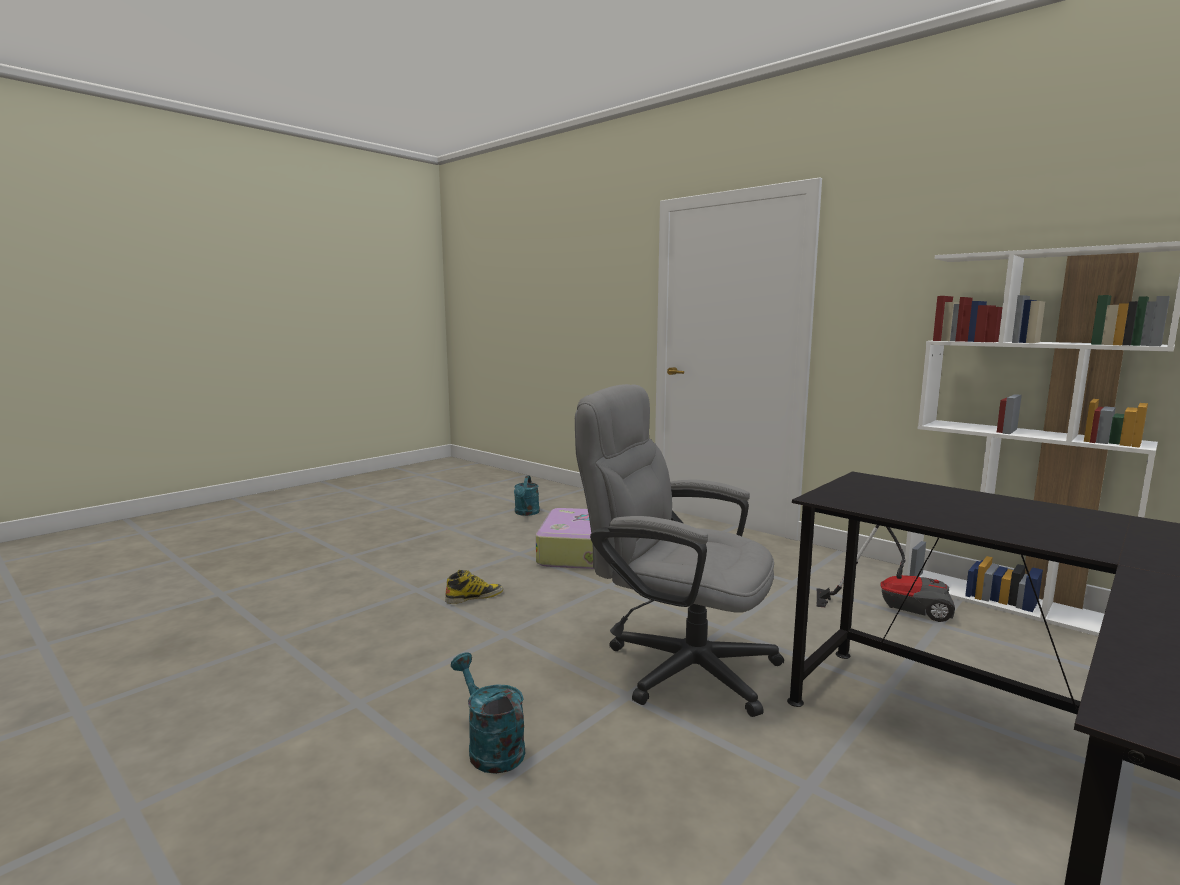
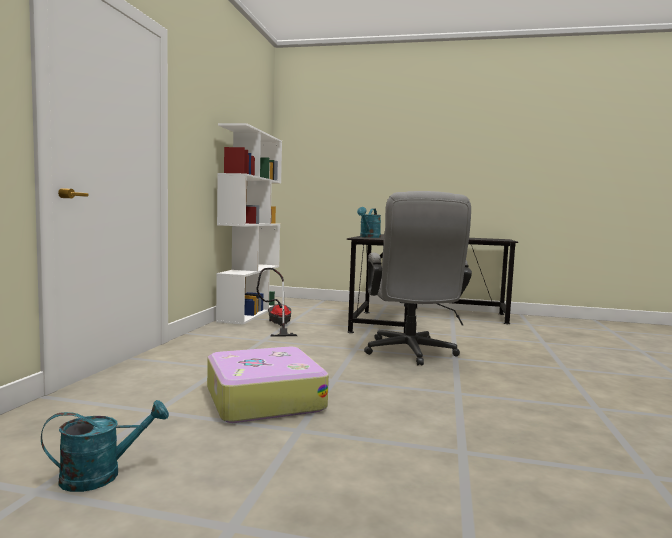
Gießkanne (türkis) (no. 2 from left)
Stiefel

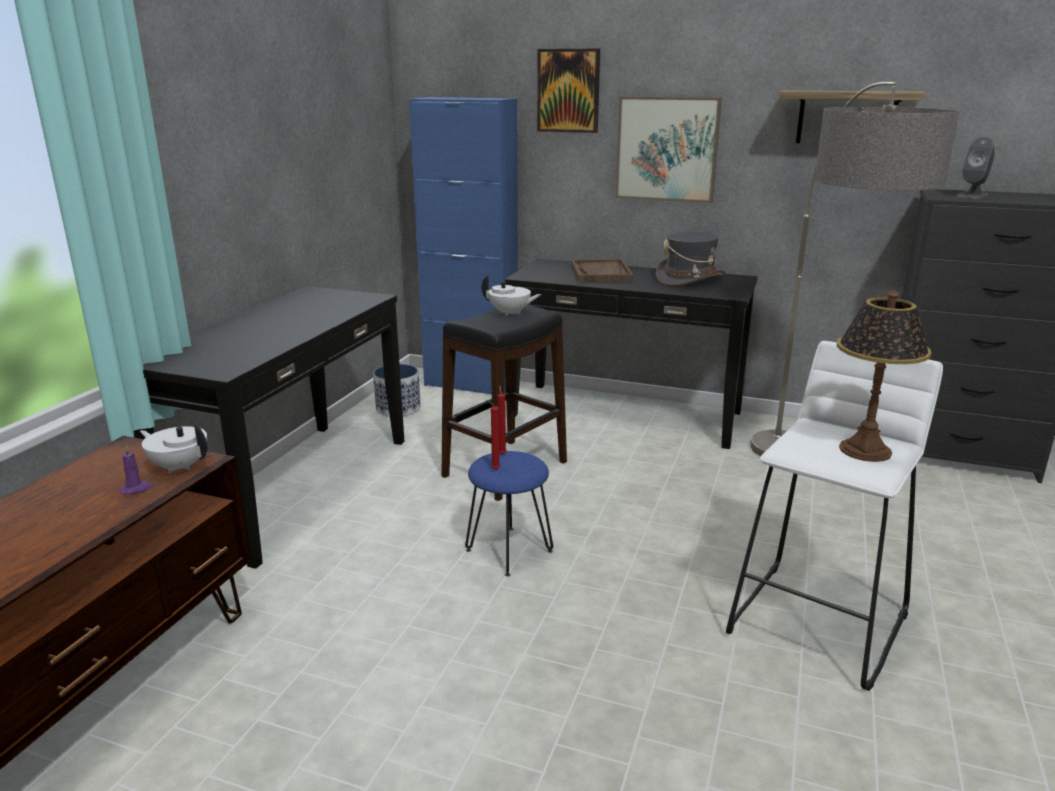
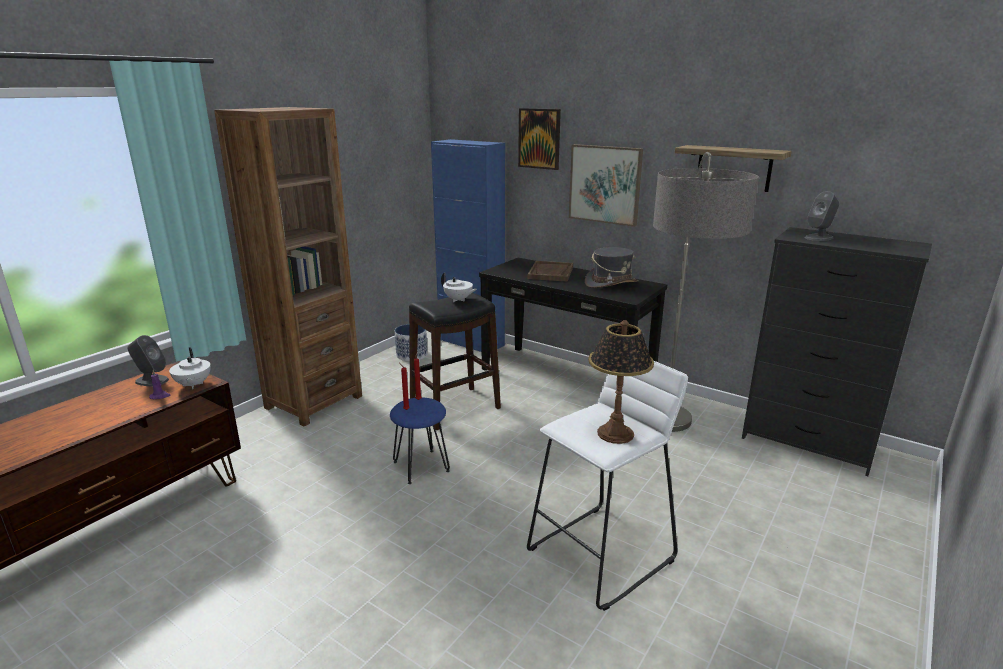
Lautsprecher (grau) (no. 1 from left)
Teekanne (weiß) (no. 1 from left)
Bücherregal (braun)

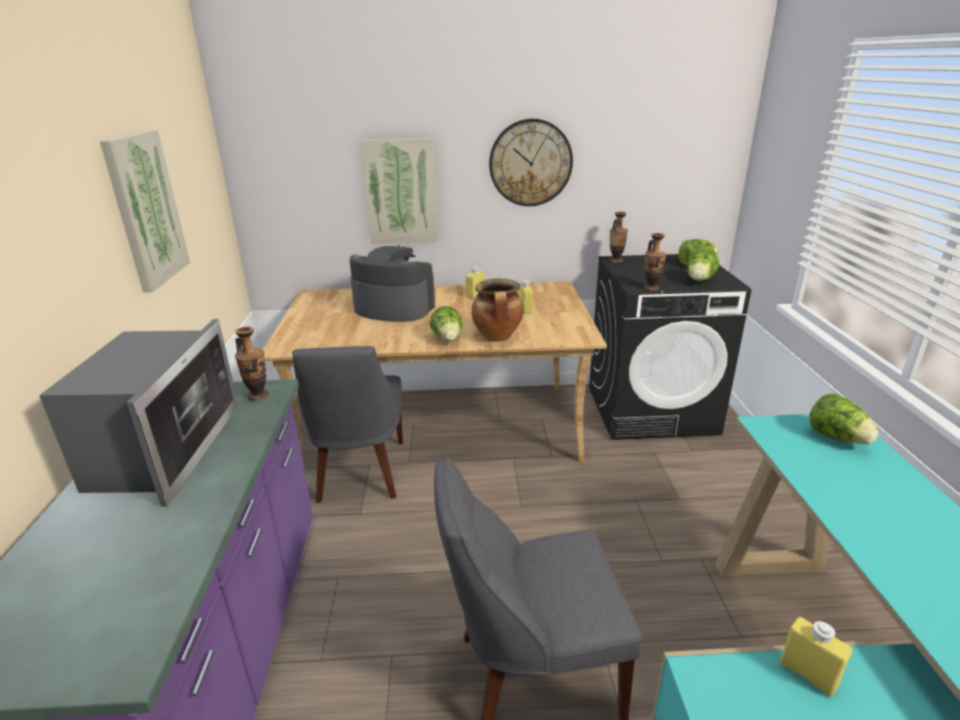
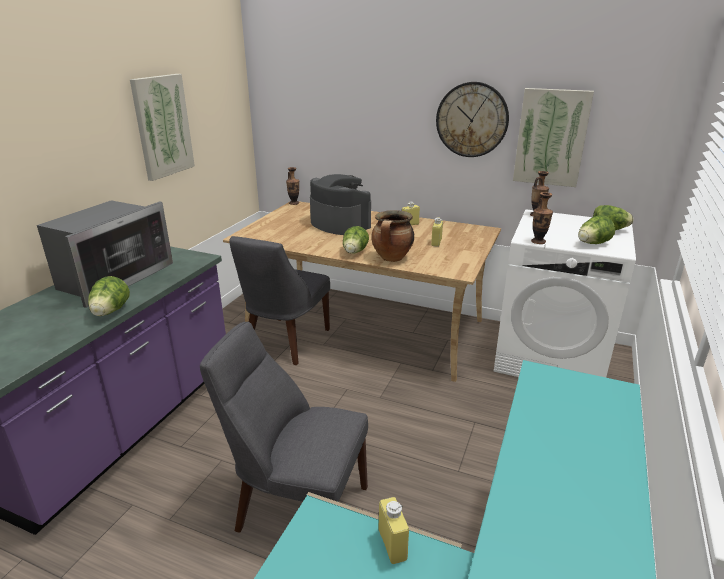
Salatkopf (no. 1 from left)
Vase (no. 1 from left)
Waschmaschine (weiß)
Bild (no. 2 from left)

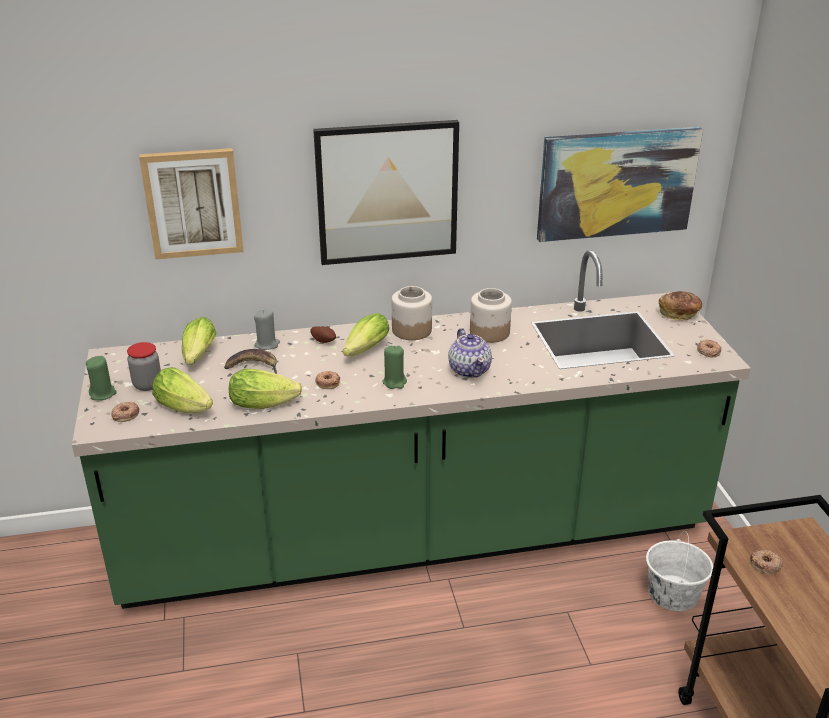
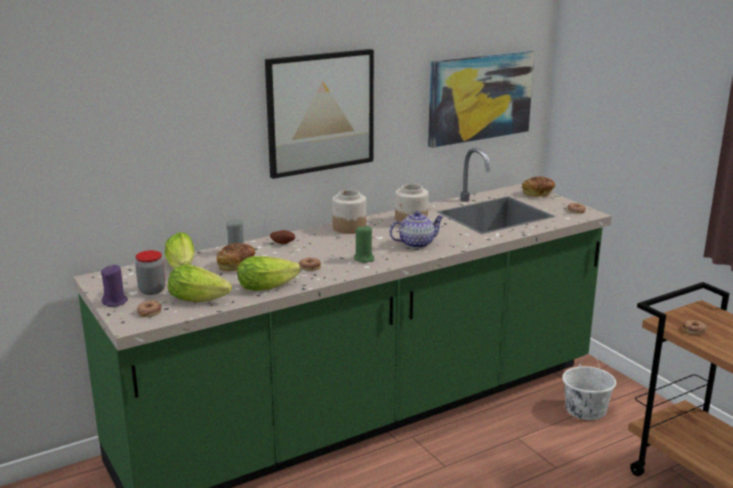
Kerze (lila)
Brot (no. 1 from left)
Teekanne
Bild (no. 1 from left in the first image)
Salatkopf (no. 4 from left in the first image)

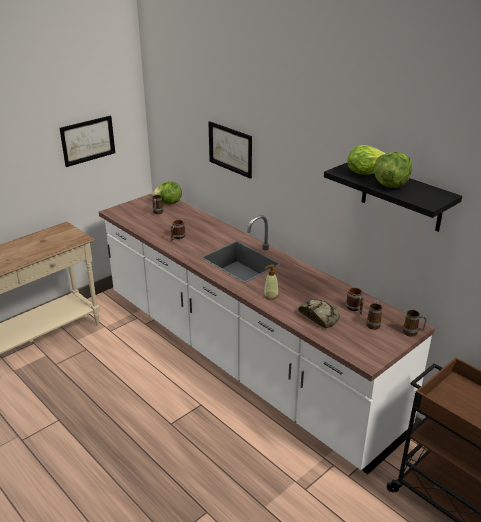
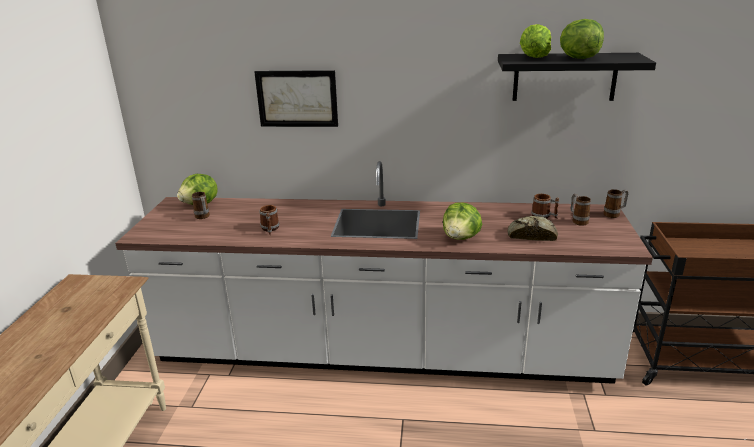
Salatkopf (no. 2 from left)
Bild (no. 1 from left in the first image)

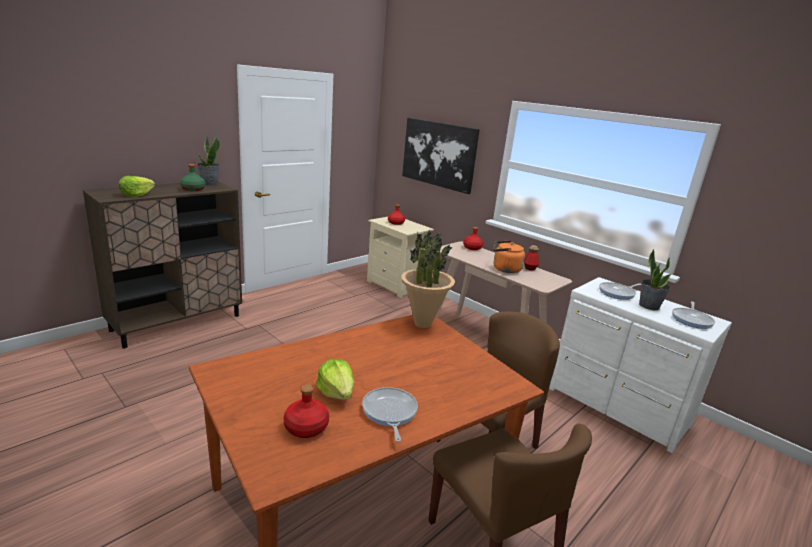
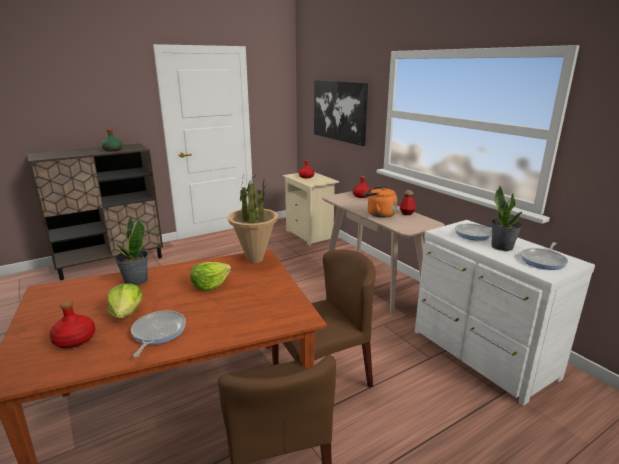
Topfpflanze (no. 1 from left)
Salatkopf (no. 2 from left)

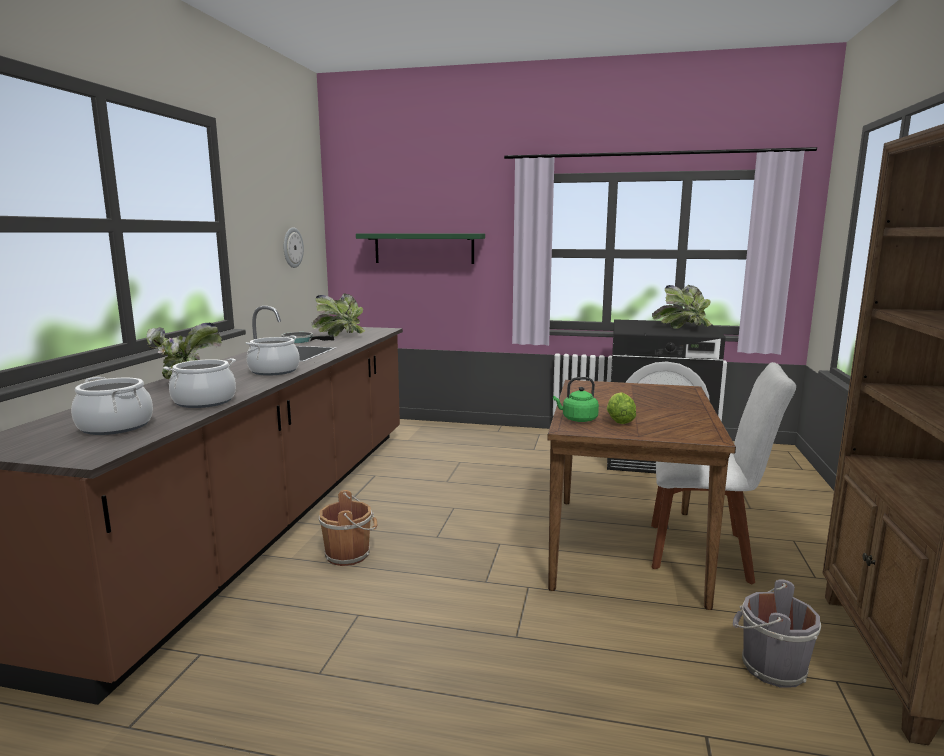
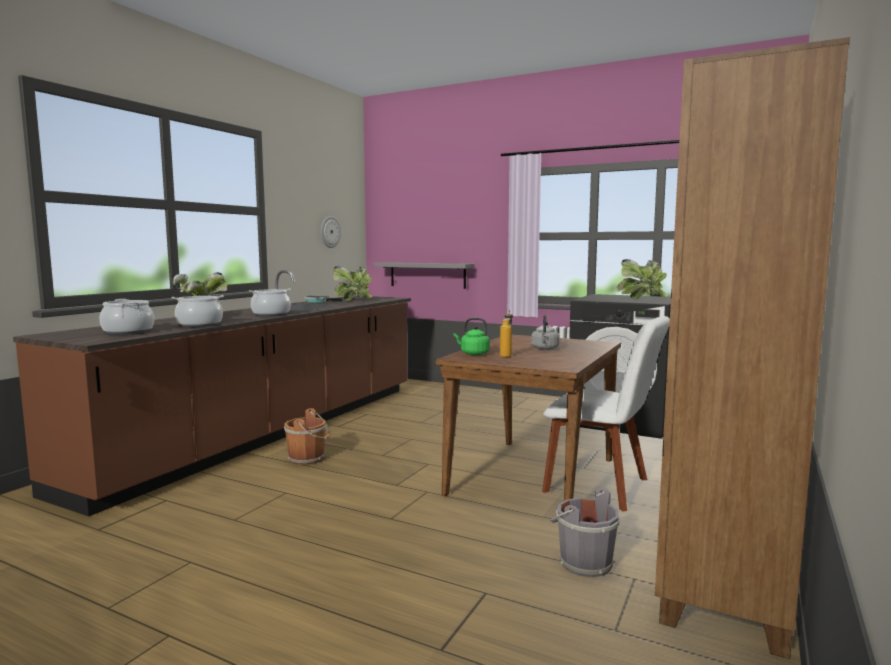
Wandregal (grau)
Flasche
Wasserkessel (grau)
Wandregal (grün)

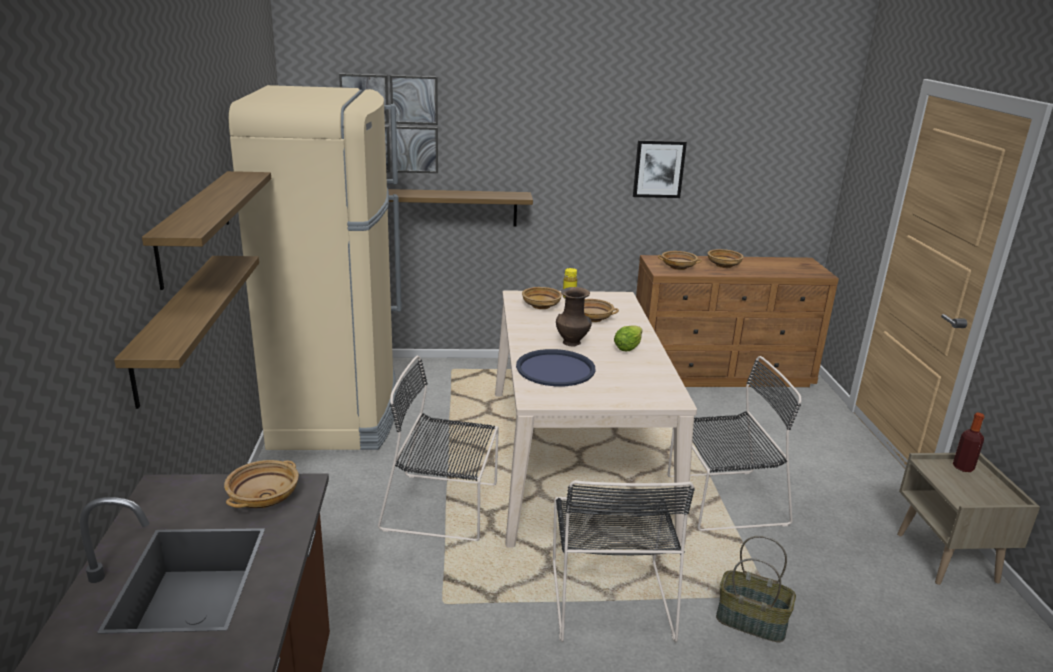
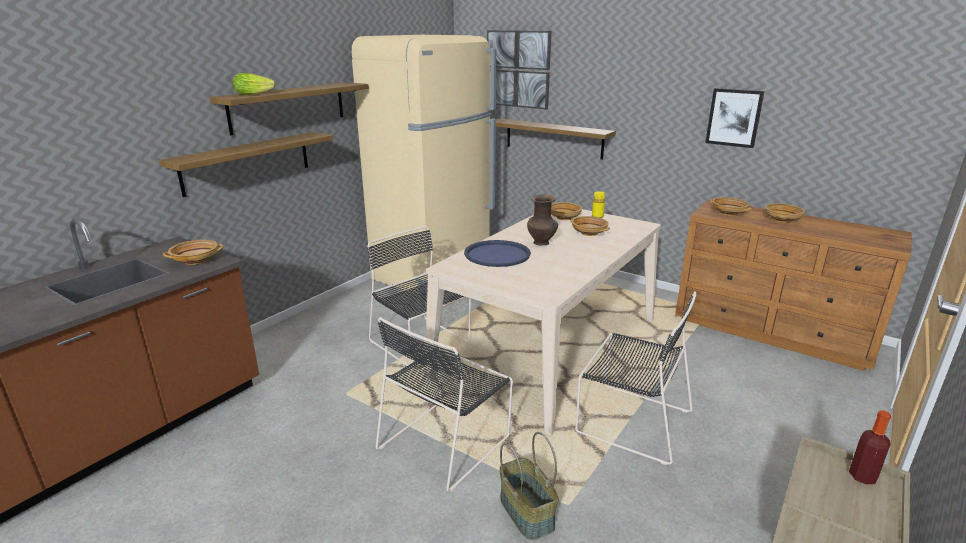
Salatkopf

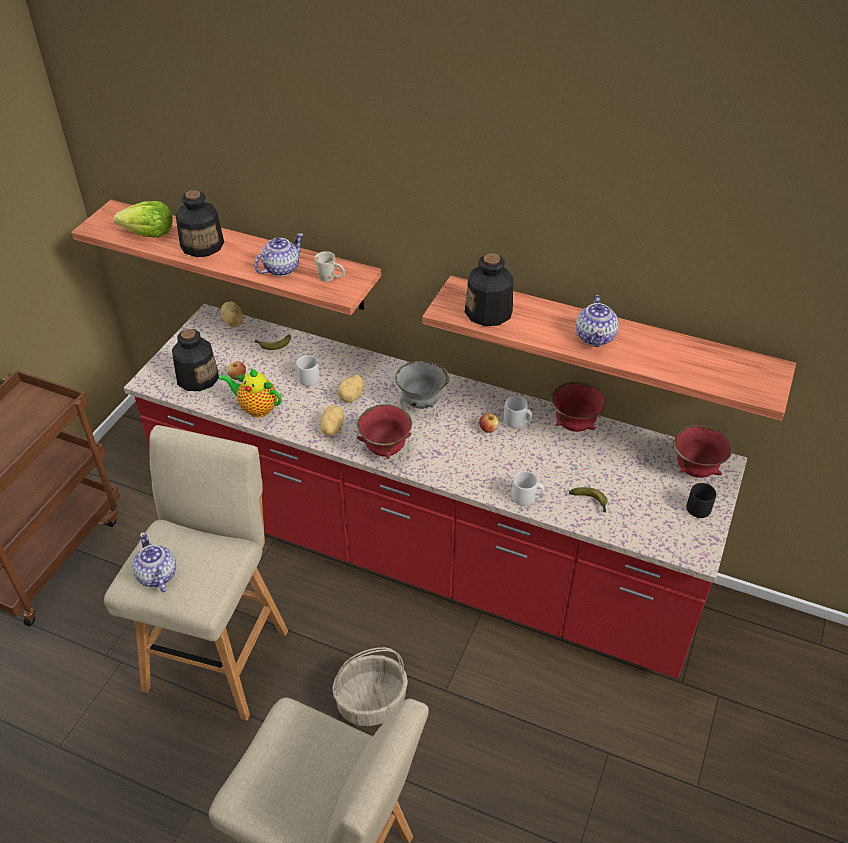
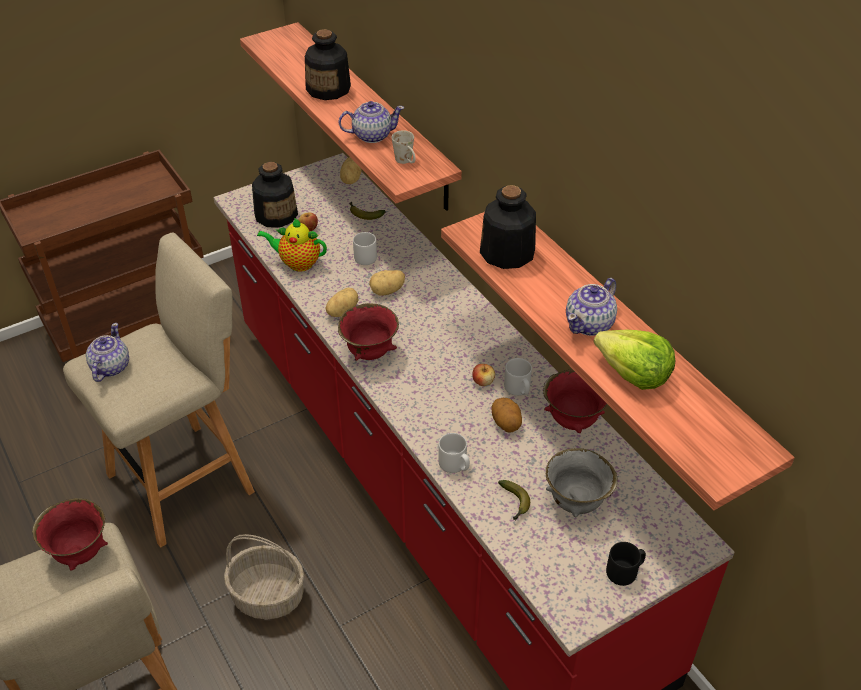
Schüssel (rot) (no. 1 from left)
Teekanne (no. 2 from left)
Kartoffel (no. 4 from left)
Schüssel (grau)
Salatkopf

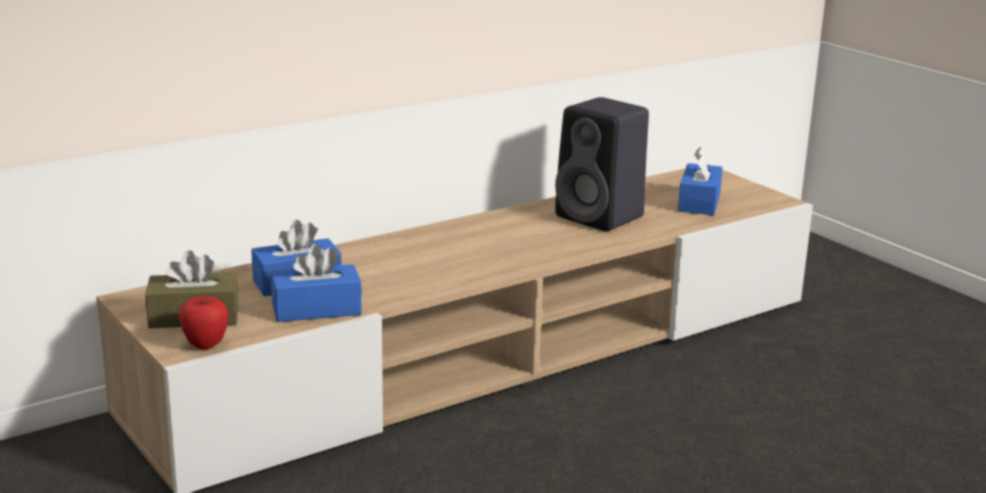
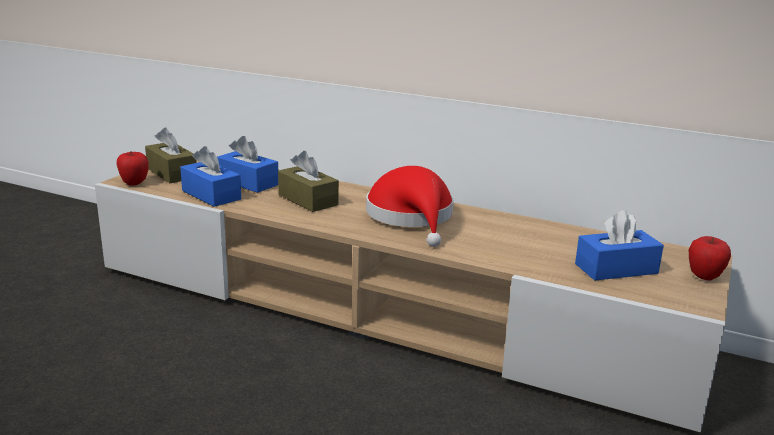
Taschentuchbox (braun) (no. 2 from left)
Hut (rot)
Apfel (no. 2 from left)
Lautsprecher (schwarz)

